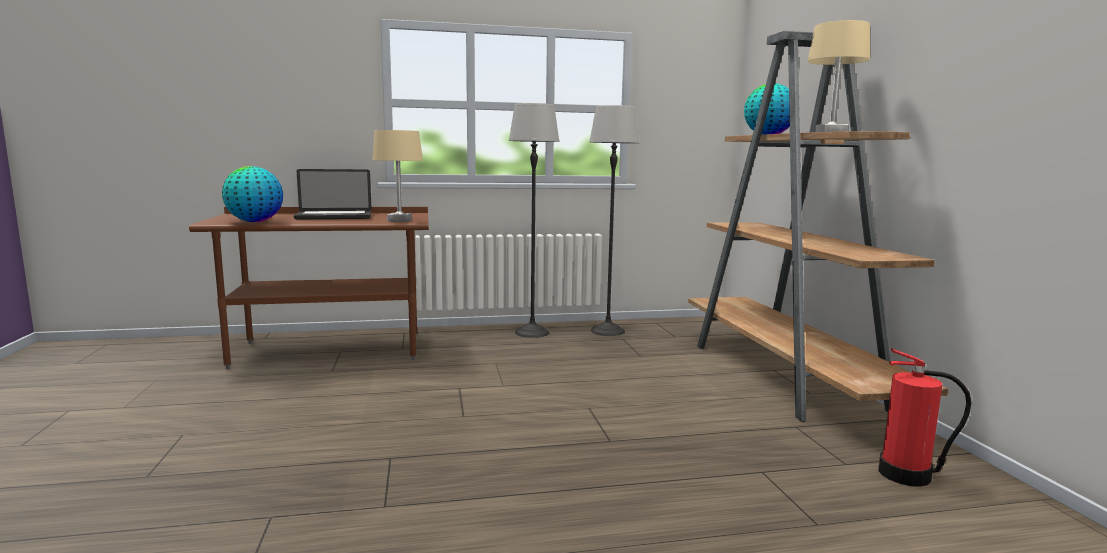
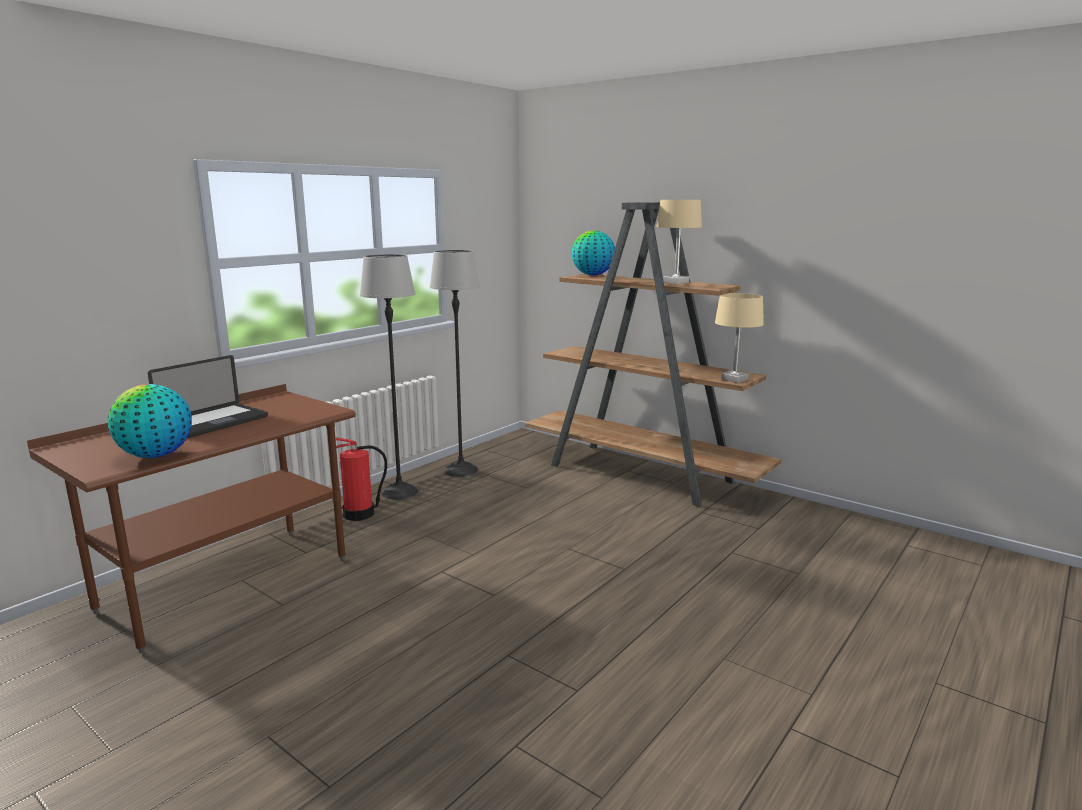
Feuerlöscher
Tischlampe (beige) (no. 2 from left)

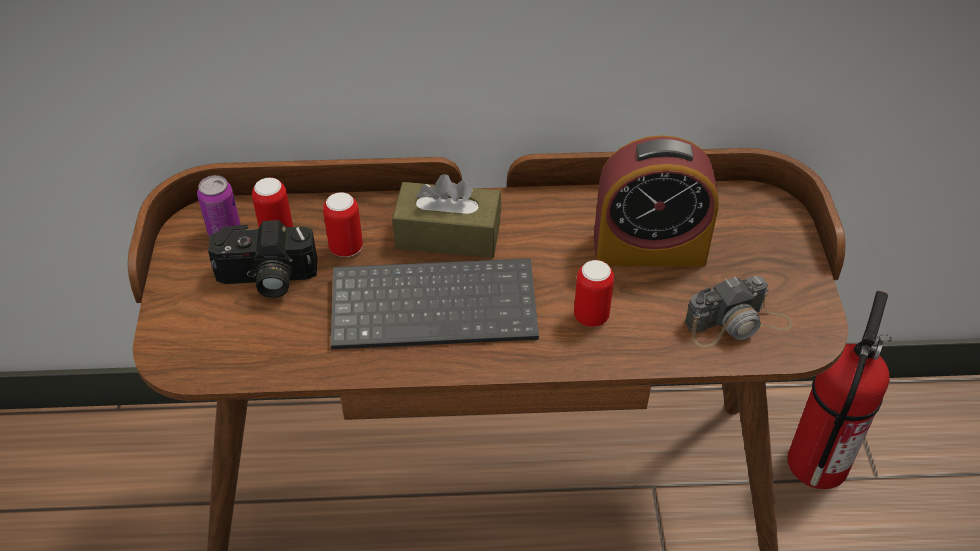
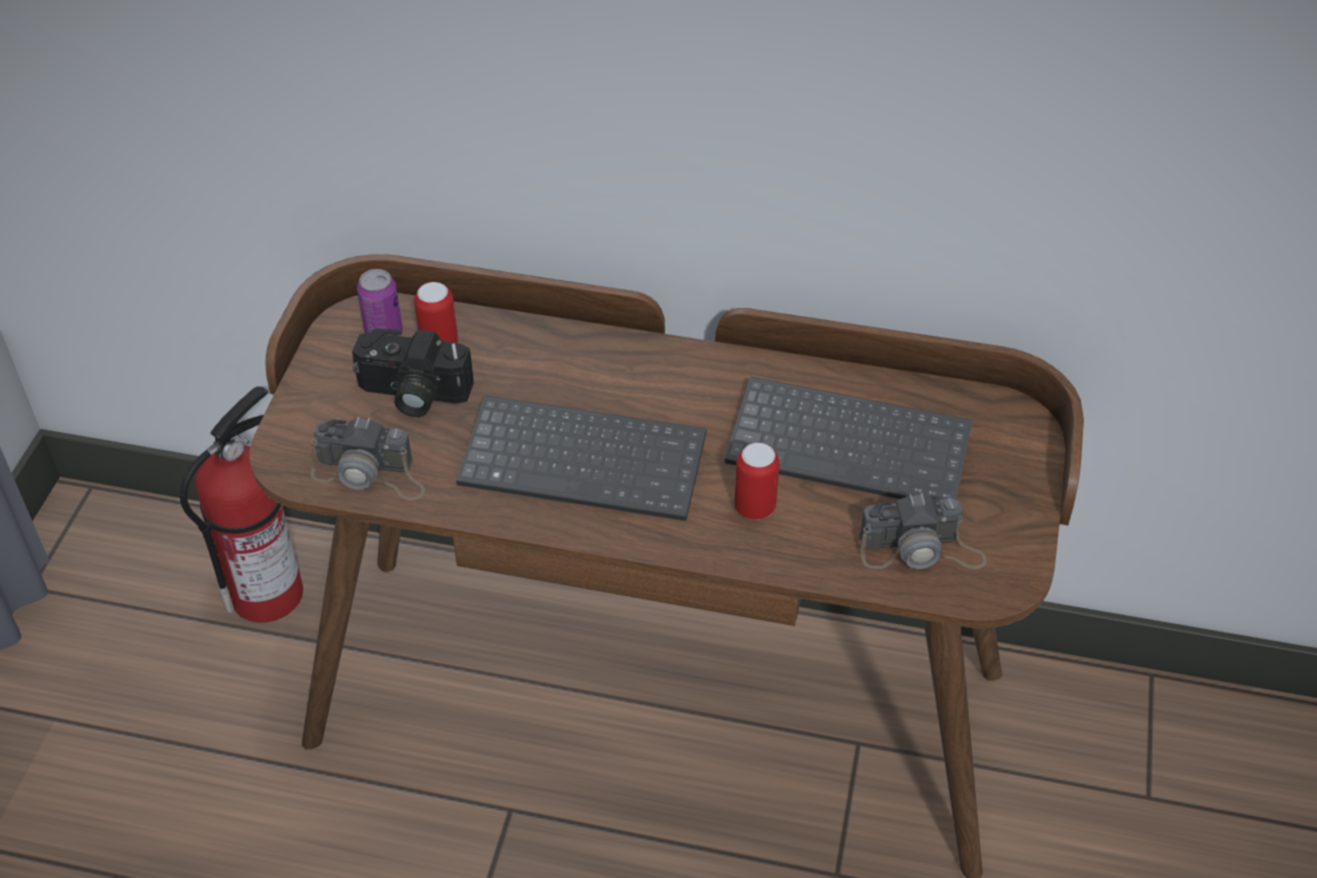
Feuerlöscher
Kamera (no. 1 from left)
Tastatur (no. 2 from left)
Dose (no. 3 from left in the first image)
Taschentuchbox (braun)

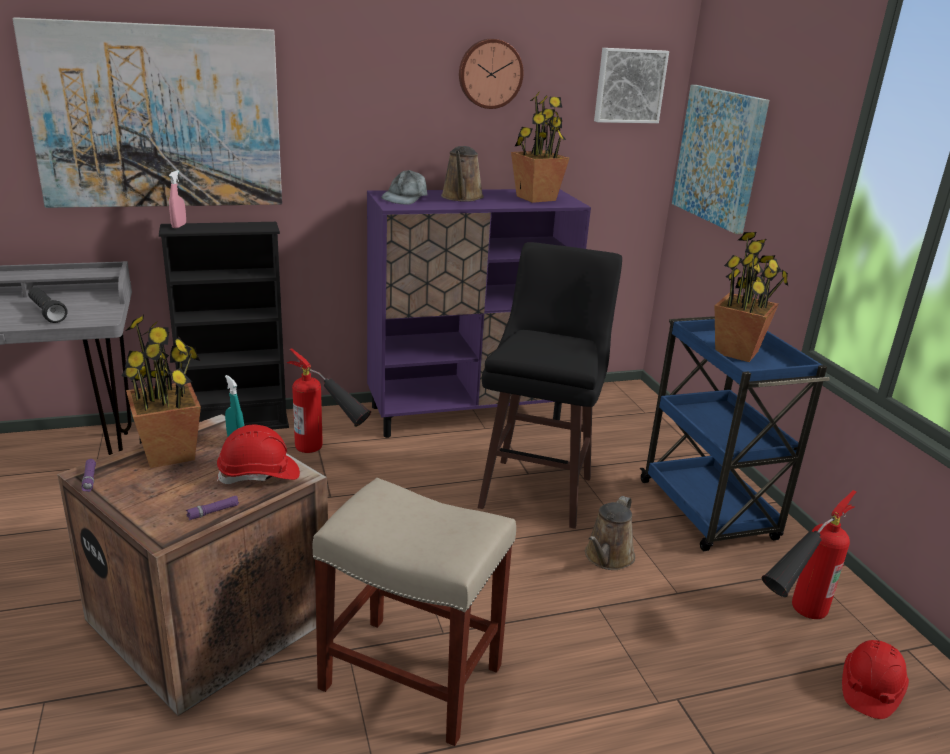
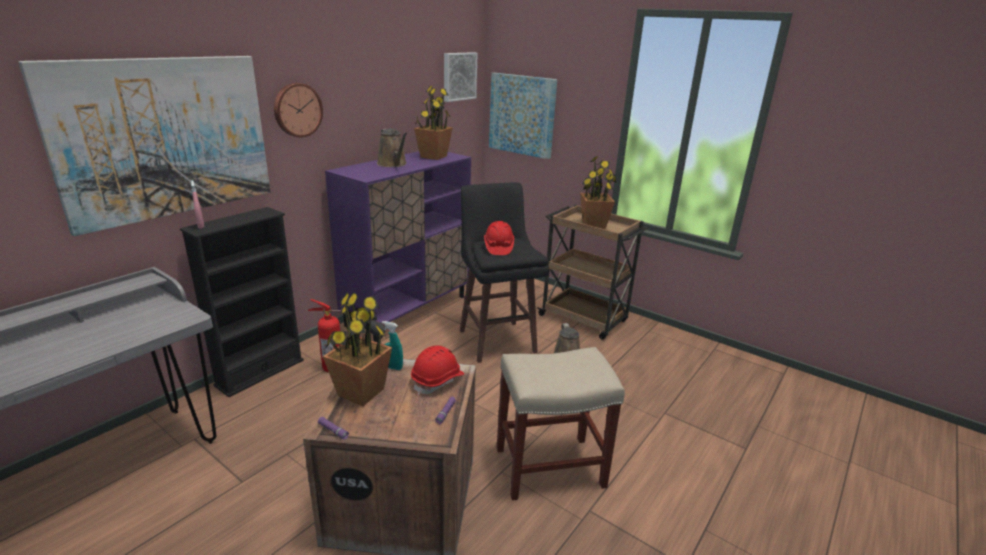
Wanduhr
Schutzhelm (rot) (no. 2 from left)
Rollwagen (braun)
Taschenlampe (schwarz)
Kappe (grau)
Feuerlöscher (no. 2 from left in the first image)

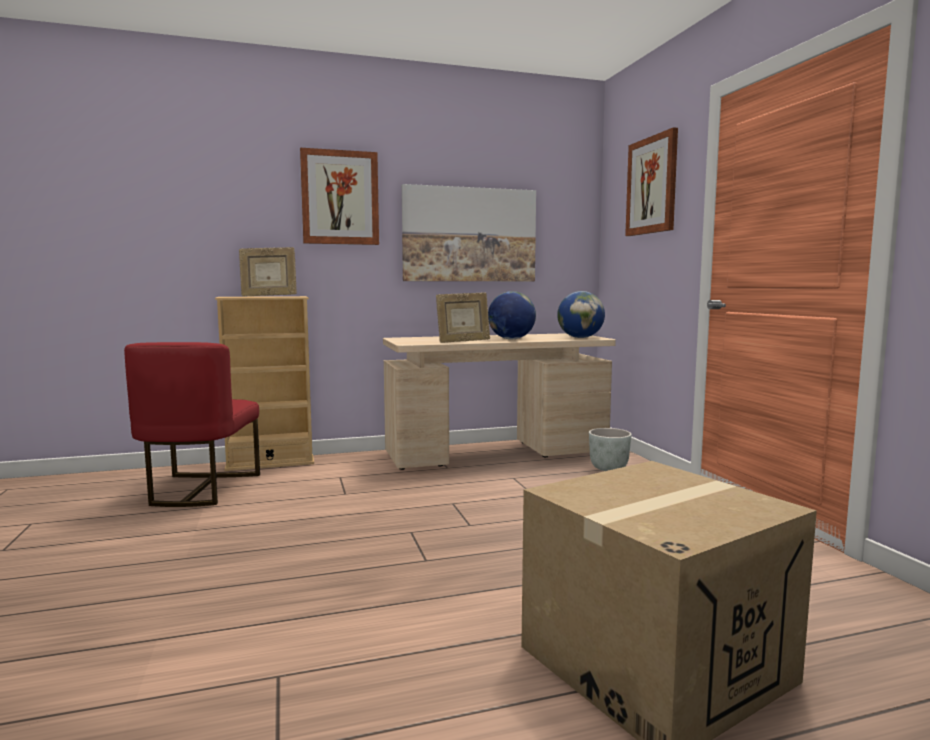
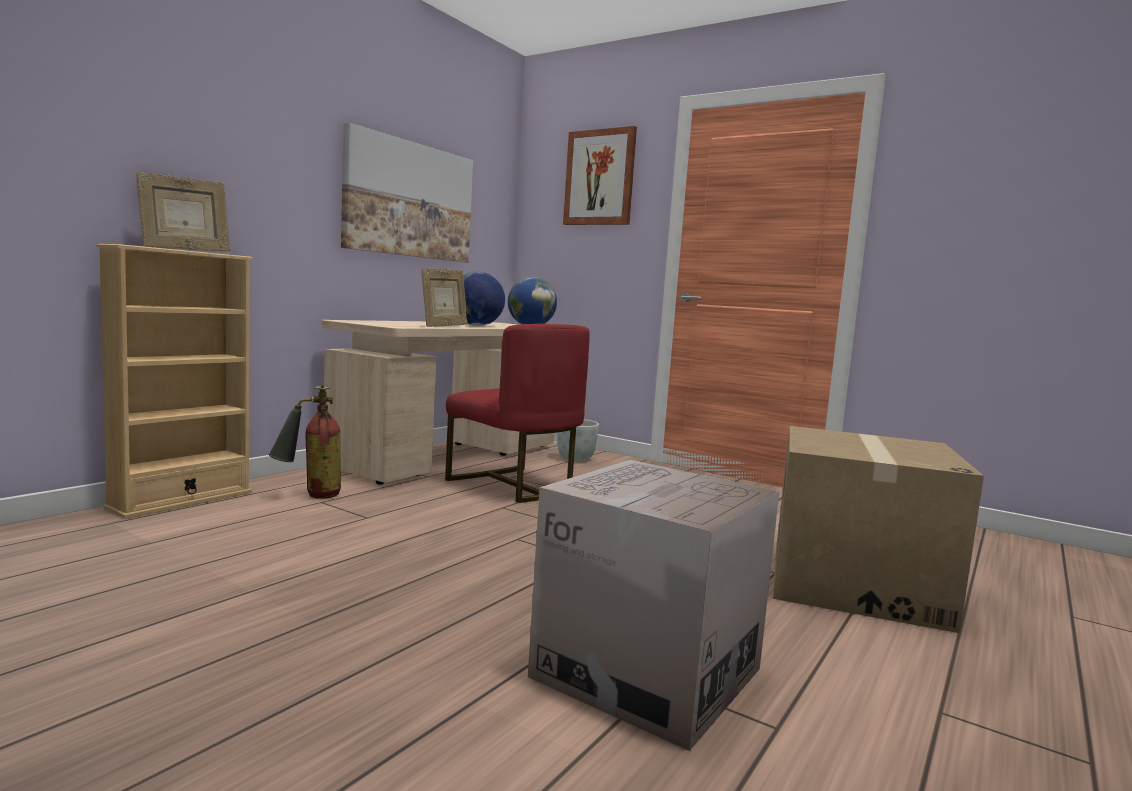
Feuerlöscher
Stuhl (rot)
Karton (no. 1 from left)
Bild (no. 1 from left in the first image)

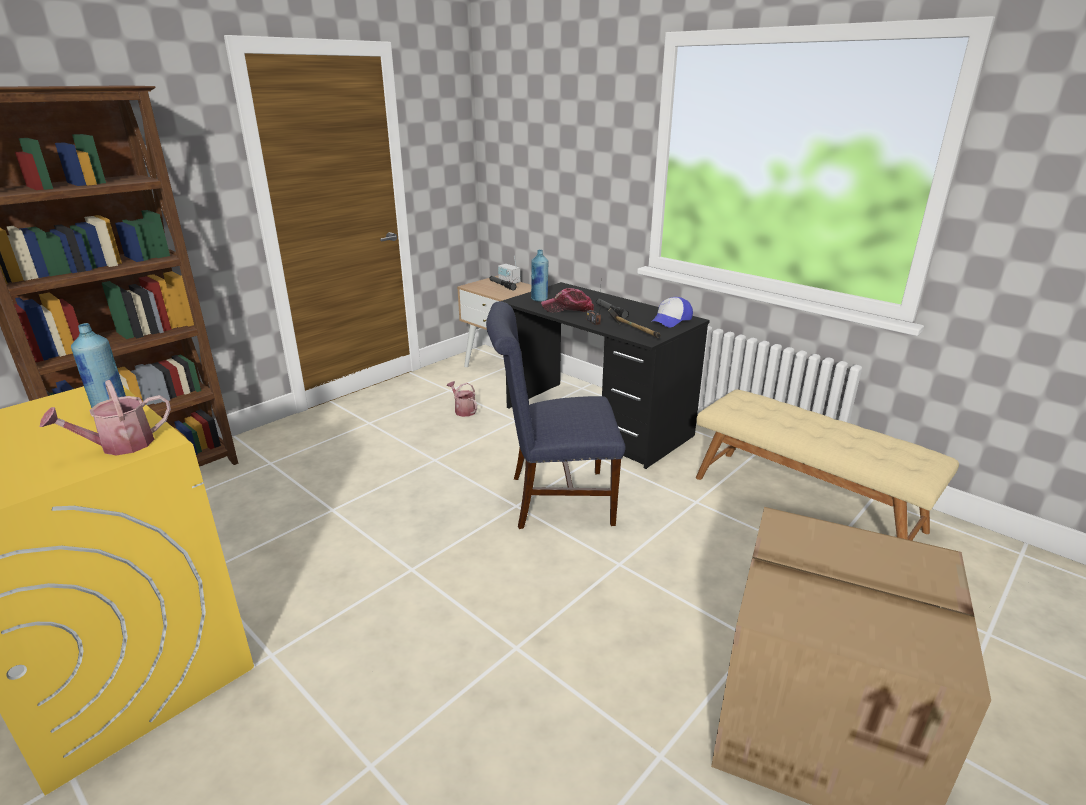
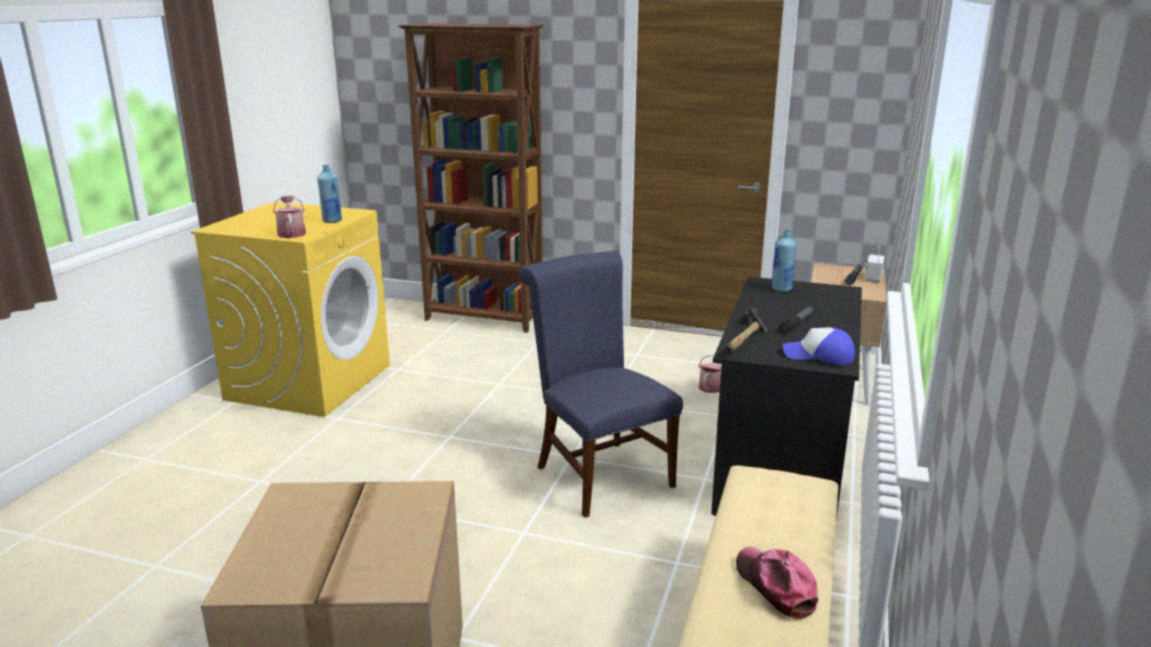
Gießkanne (no. 1 from left)
Kappe (no. 1 from left)

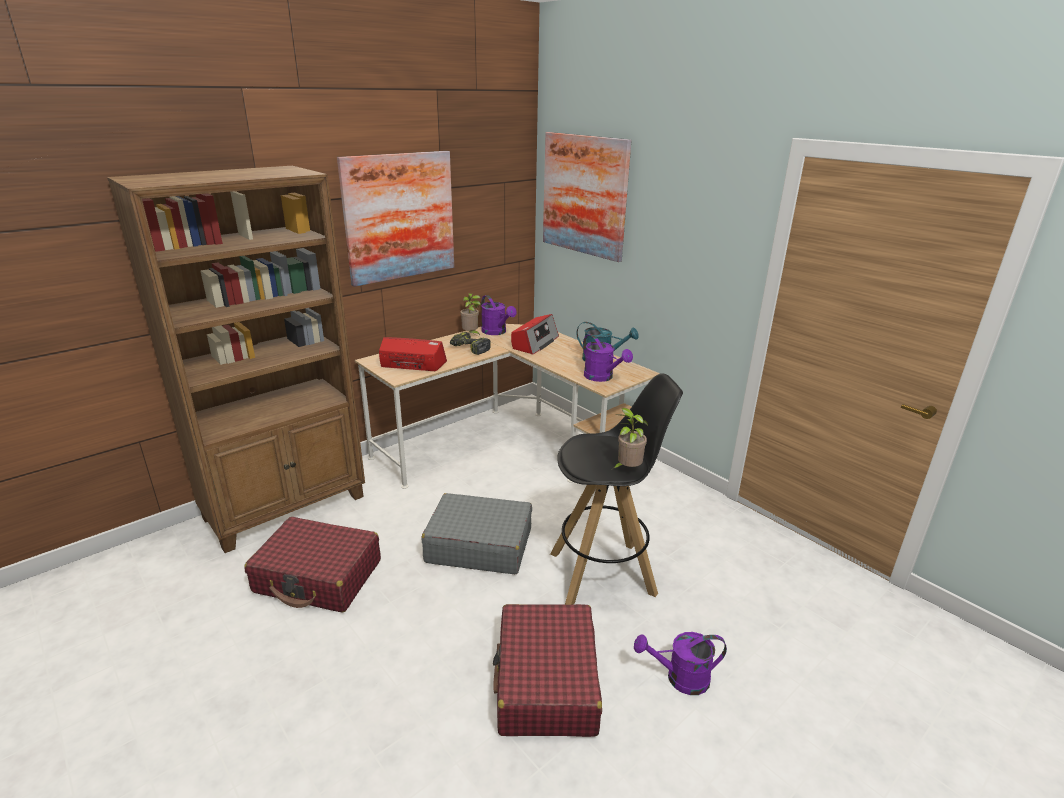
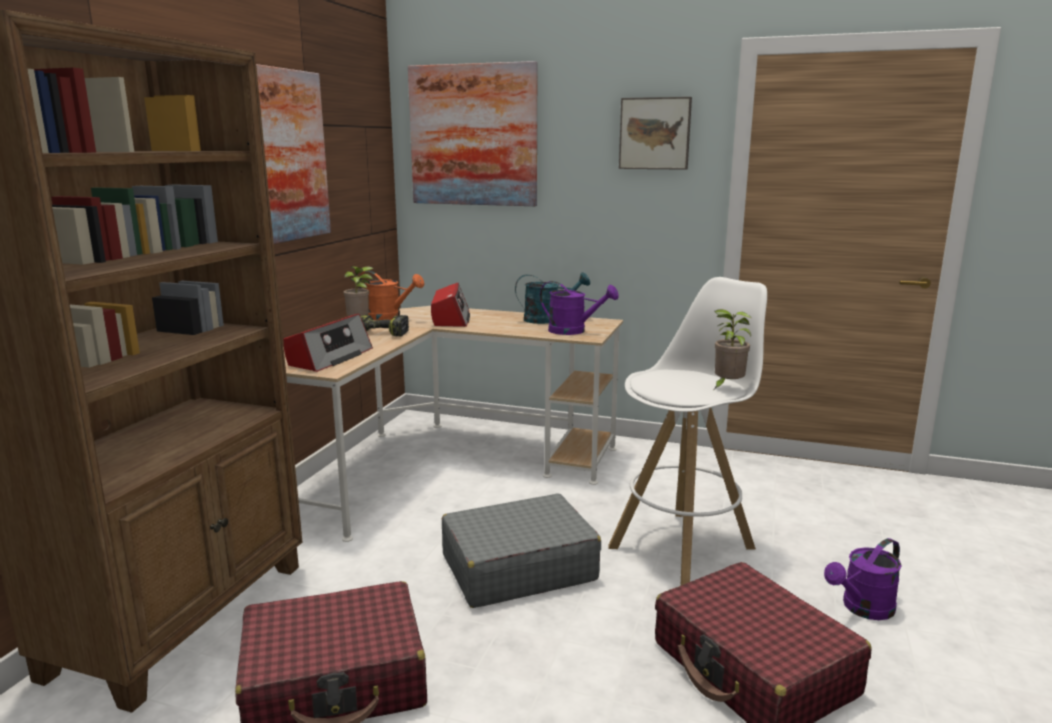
Radio (no. 1 from left)
Gießkanne (orange)
Hocker (weiß)
Bild (no. 3 from left)

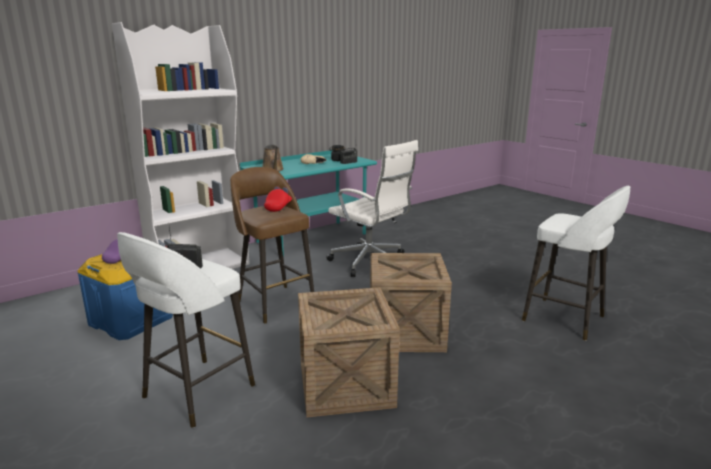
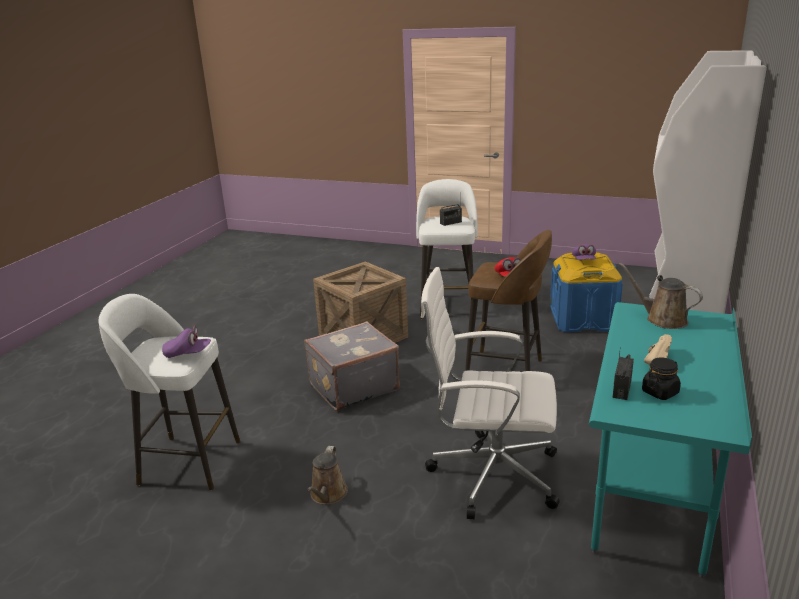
Kappe (lila) (no. 1 from left)
Koffer (grau)
Gießkanne (braun) (no. 1 from left)

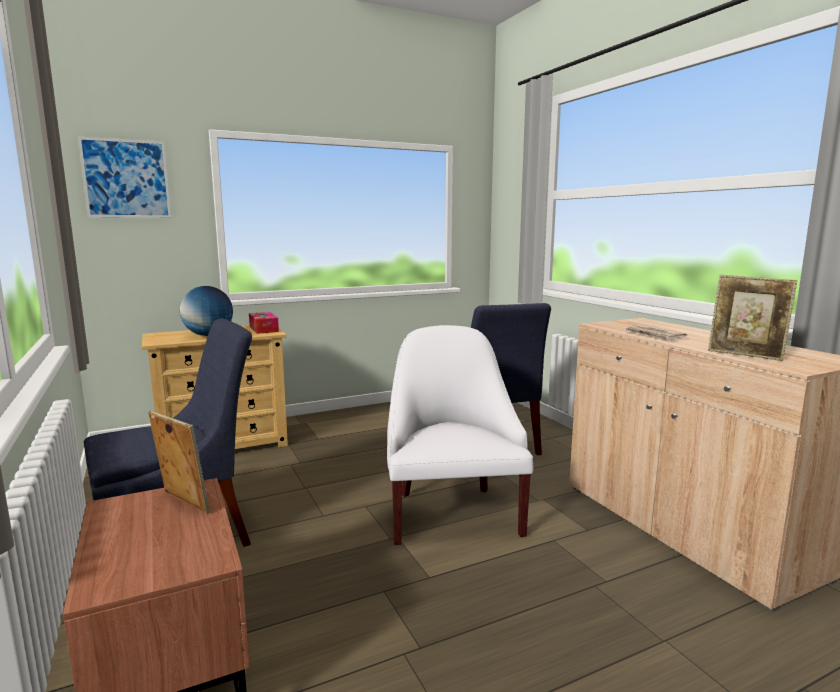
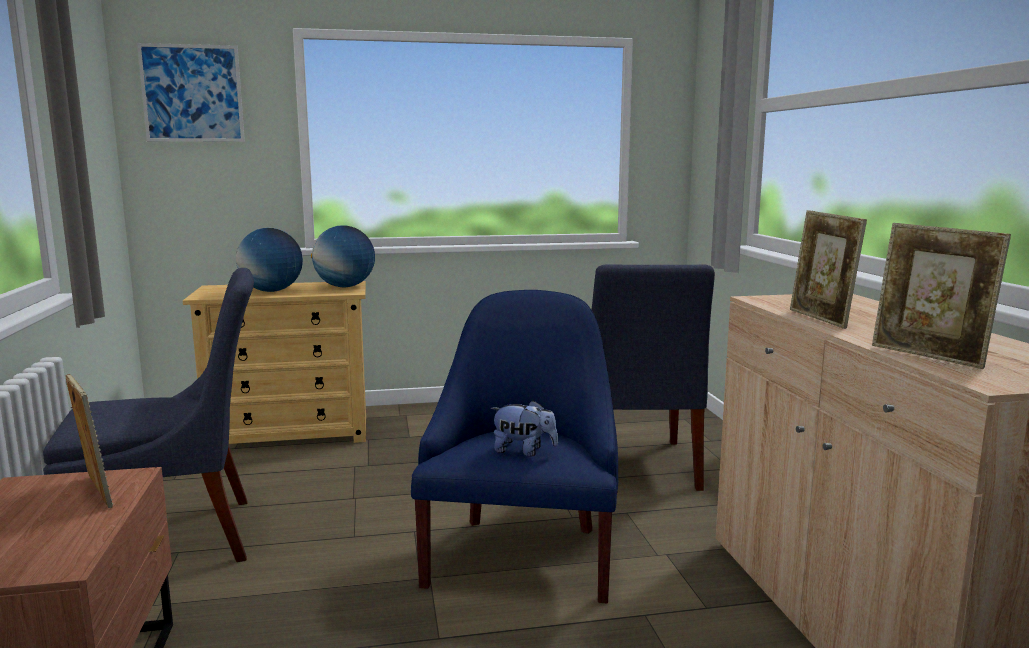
Globus (no. 2 from left)
Sessel (blau)
Plüschtier
Bilderrahmen (no. 2 from left)

